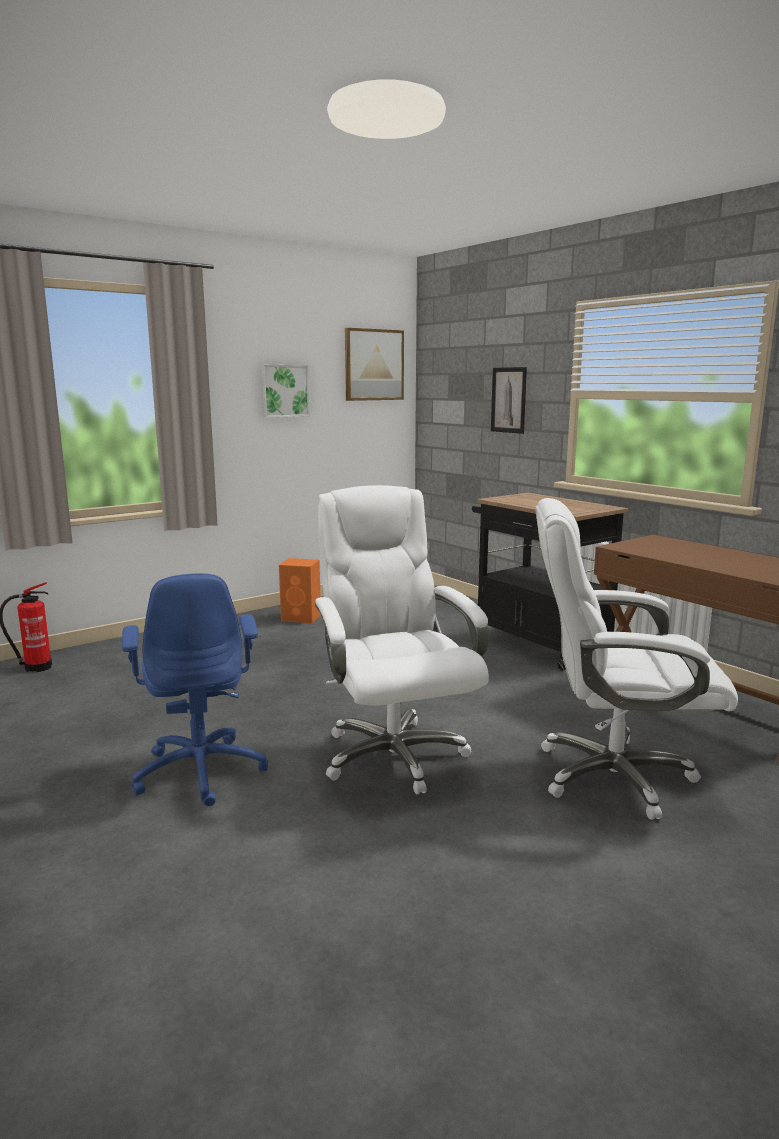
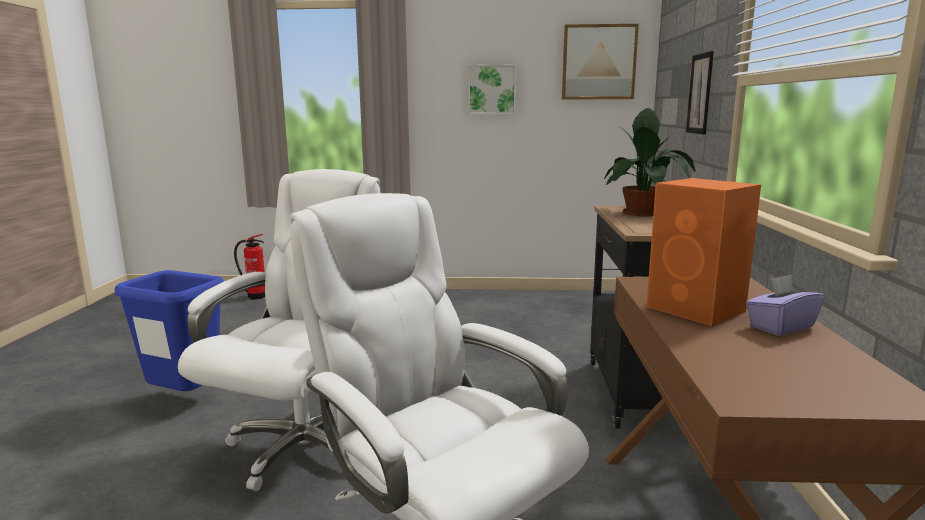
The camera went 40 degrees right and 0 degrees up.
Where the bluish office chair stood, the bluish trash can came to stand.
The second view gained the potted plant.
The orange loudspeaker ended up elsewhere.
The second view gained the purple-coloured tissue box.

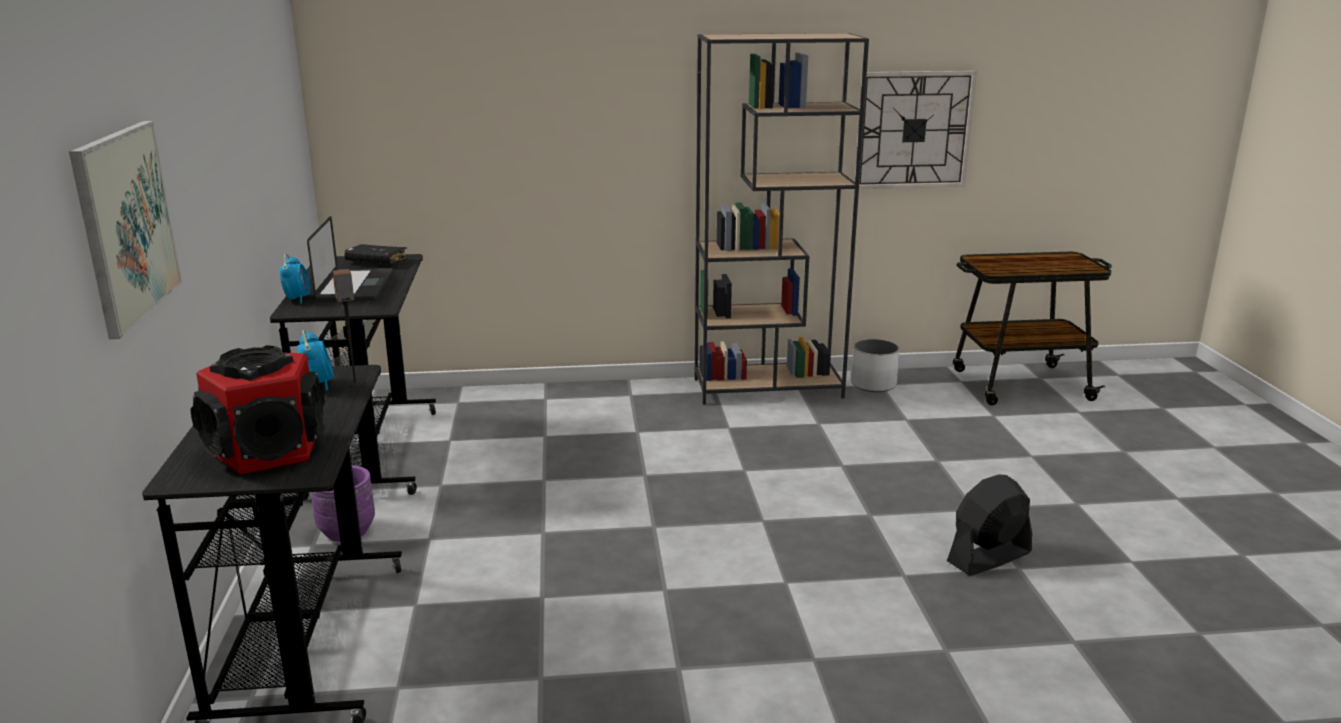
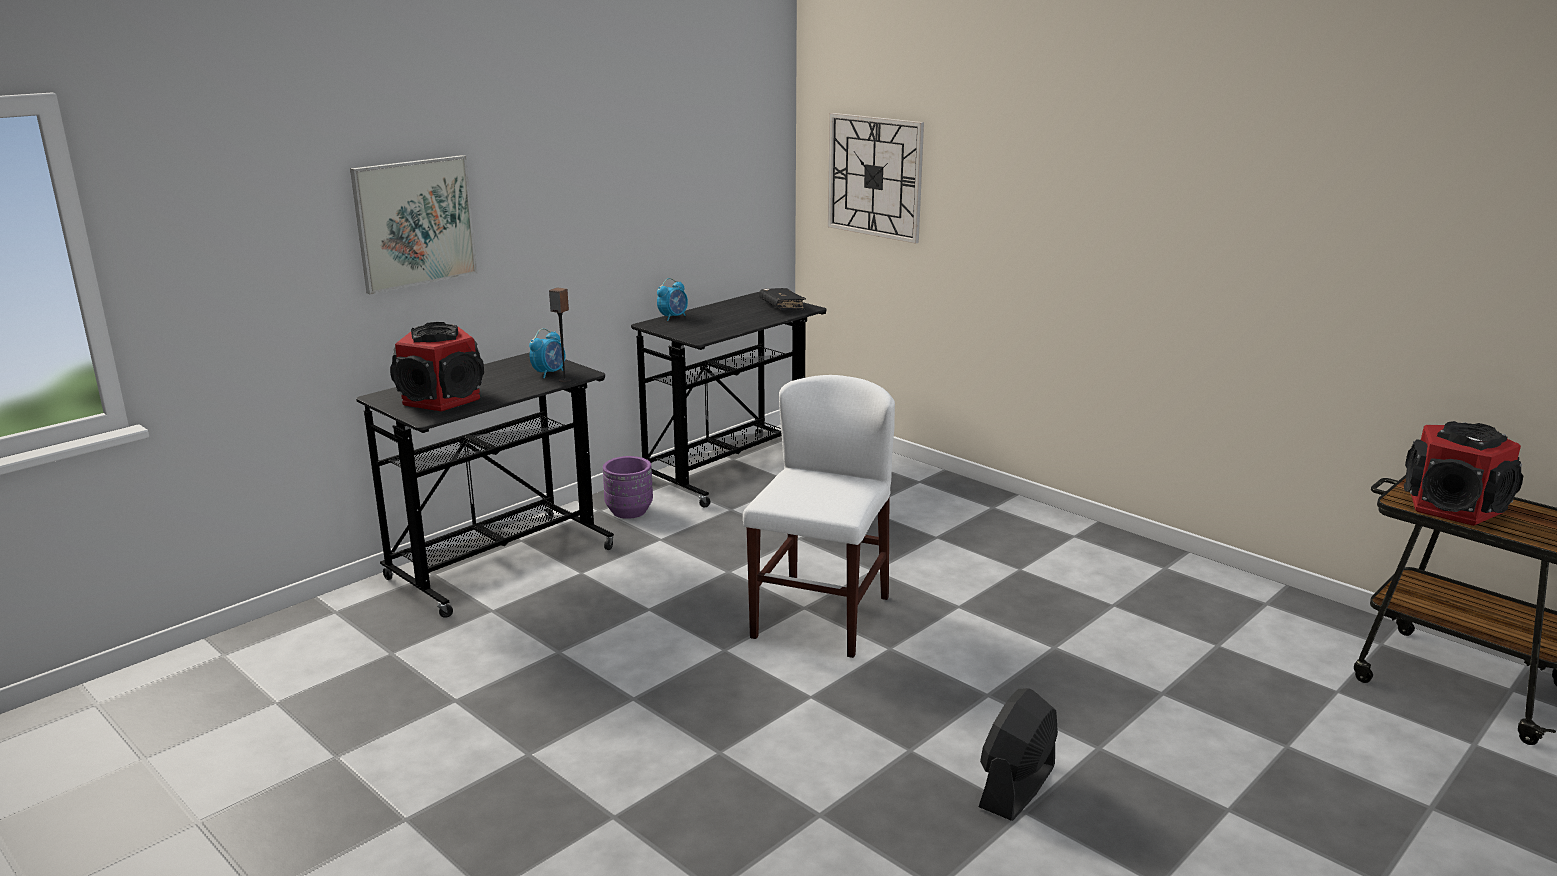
The camera went 50 degrees right and 0 degrees up.
The second view gained the white-coloured plain chair.
The hanging clock ended up elsewhere.
The black electric fan ended up facing another way, 75 degrees counterclockwise from before.
The second view gained the loudspeaker (no. 3 from left).
The second view lost the laptop.
The second view lost the bookshelf.
The second view lost the white-coloured planter.

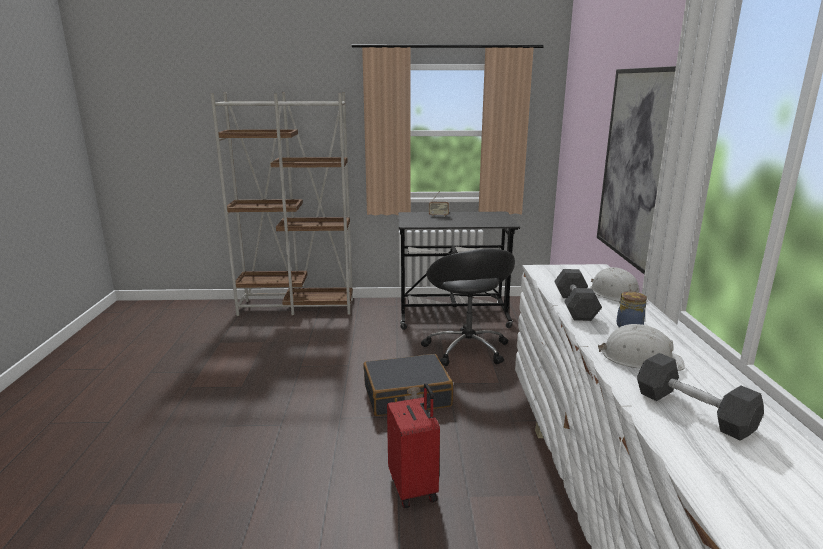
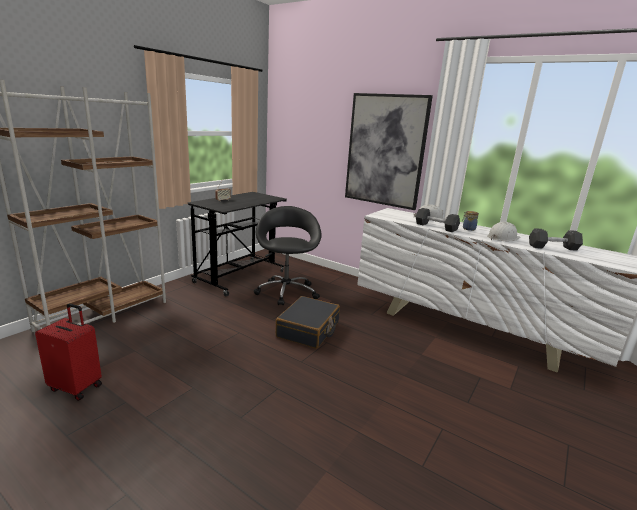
The camera went 55 degrees left and 0 degrees up.
The red-coloured suitcase ended up elsewhere.
The black office chair ended up facing another way, 120 degrees counterclockwise from before.

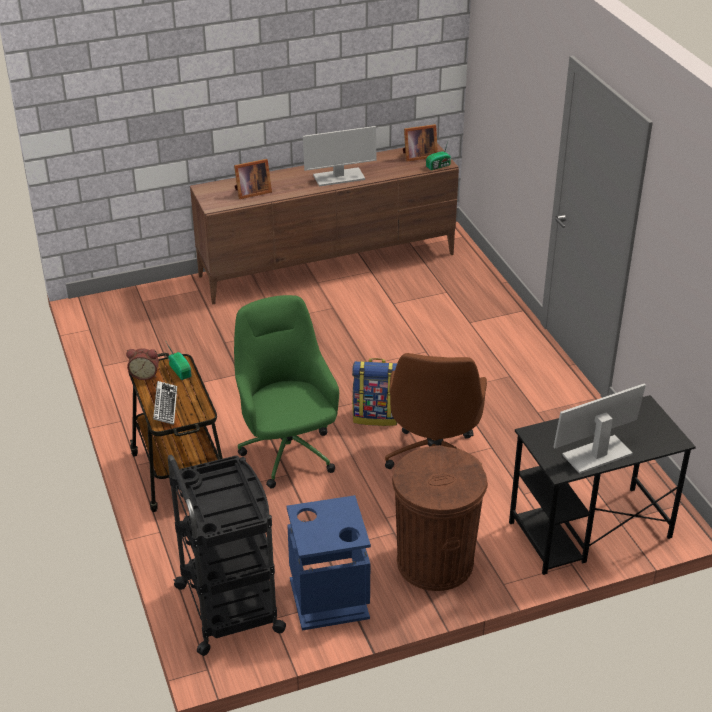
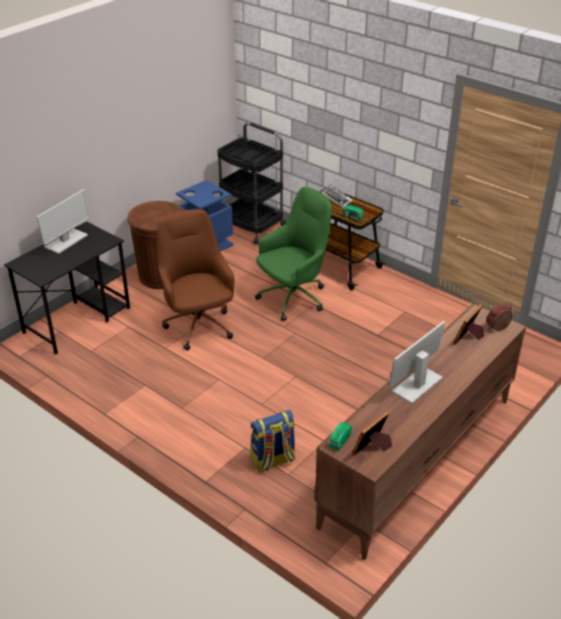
The camera went 150 degrees right and 0 degrees up.
The rucksack ended up elsewhere.
The greenish office chair ended up facing another way, 75 degrees counterclockwise from before.
The table clock ended up elsewhere.

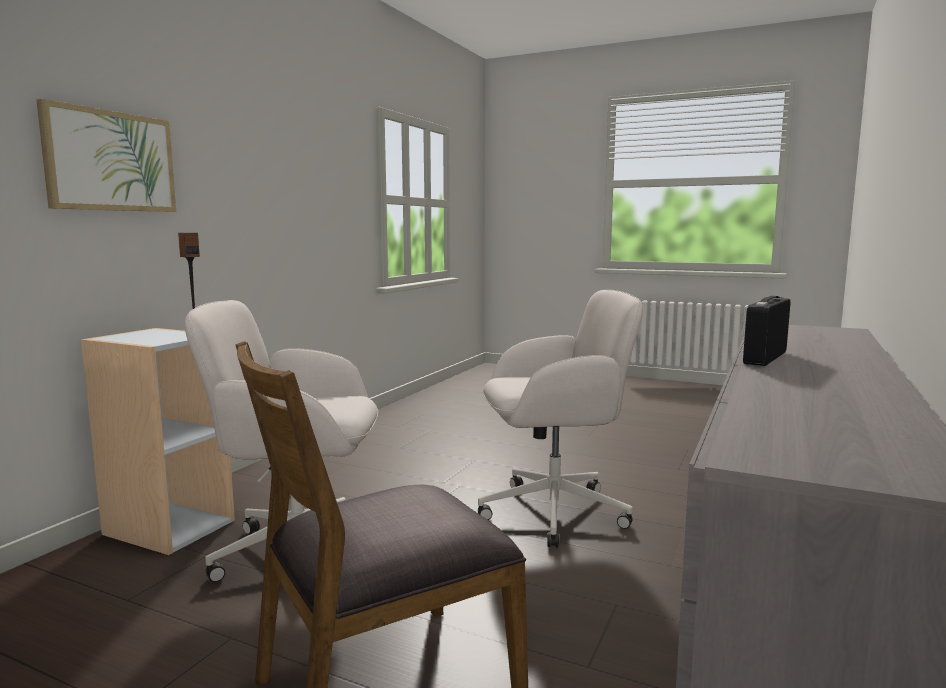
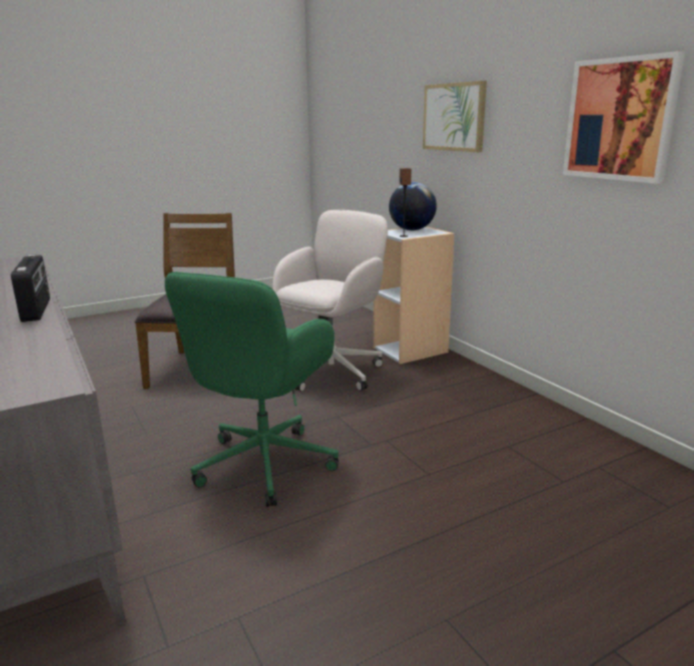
The camera went 125 degrees right and 10 degrees up.
What was the white-coloured office chair (no. 2 from left) turned into the greenish office chair.
The second view gained the world globe.
The second view gained the wall picture (no. 2 from left).

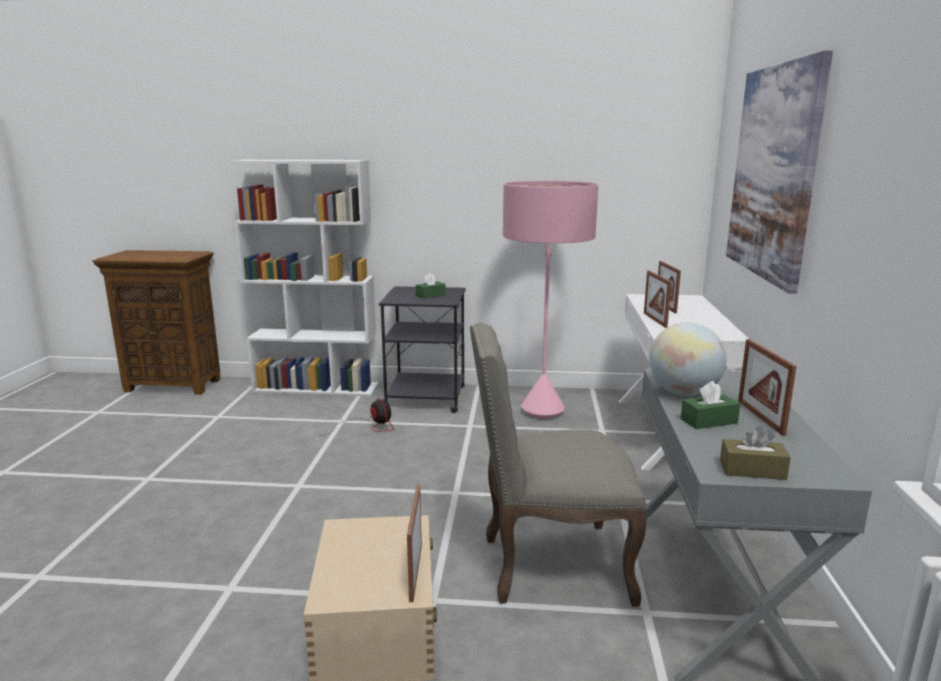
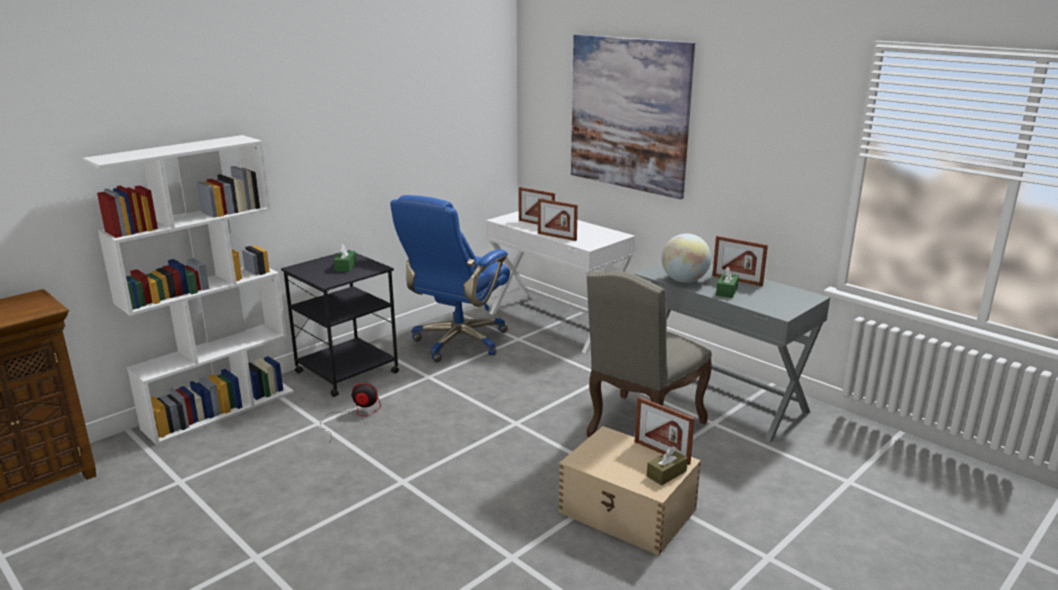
The camera went 50 degrees left and 5 degrees up.
Where the pinkish standard lamp stood, the bluish office chair came to stand.
The brownish tissue box ended up elsewhere.

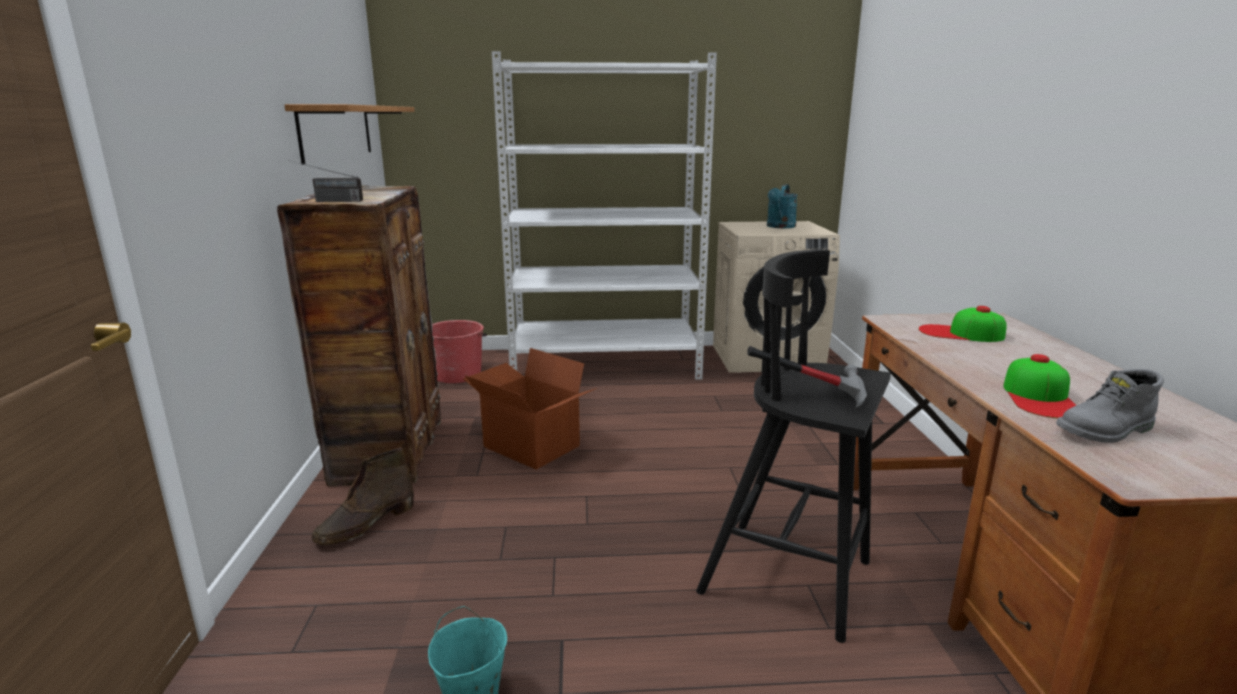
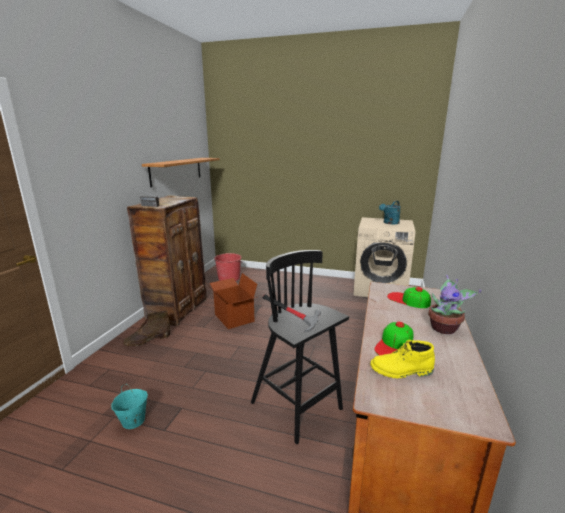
The camera went 20 degrees right and 0 degrees up.
What was the gray boot turned into the yellow boot.
The second view gained the potted plant.
The second view lost the white-coloured bookshelf.

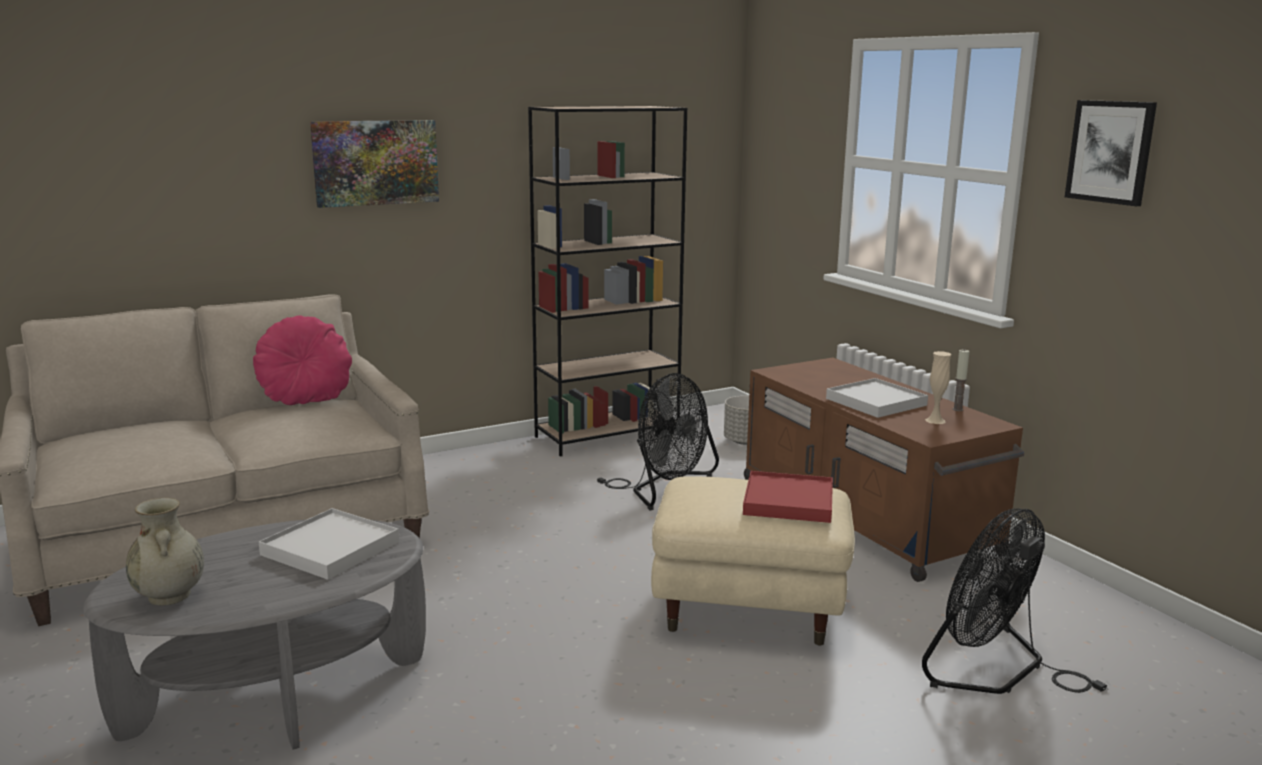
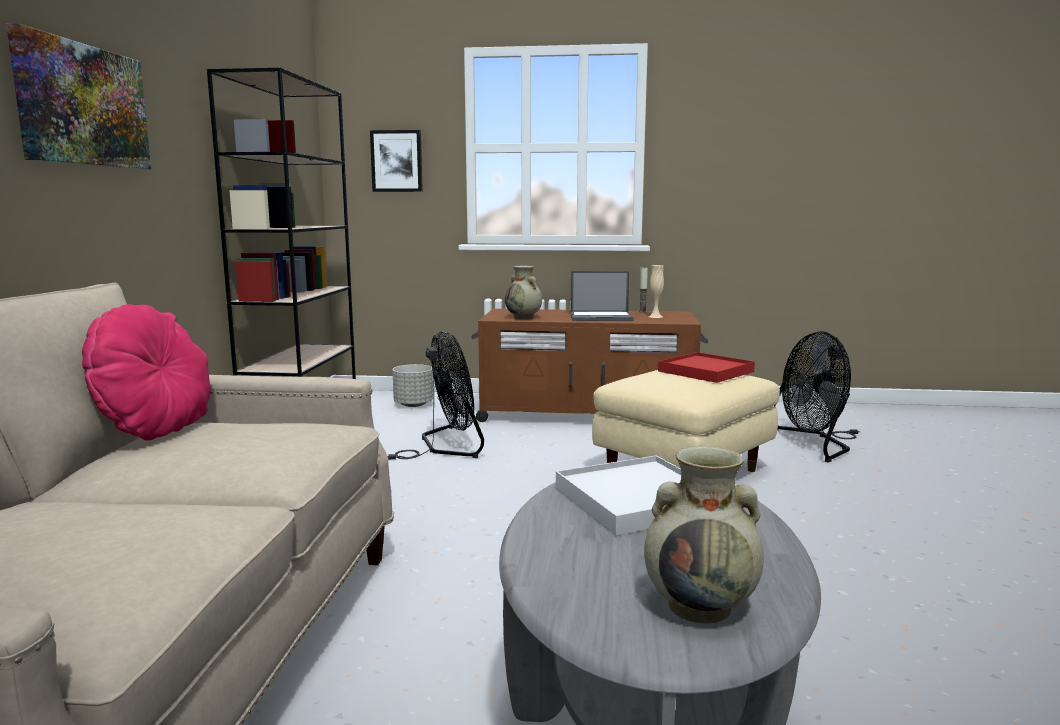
The camera went 55 degrees left and 5 degrees down.
The wall picture (no. 2 from left) ended up elsewhere.
The second view gained the beige-coloured vase (no. 1 from left).
Where the white-coloured serving tray (no. 2 from left) stood, the laptop came to stand.

